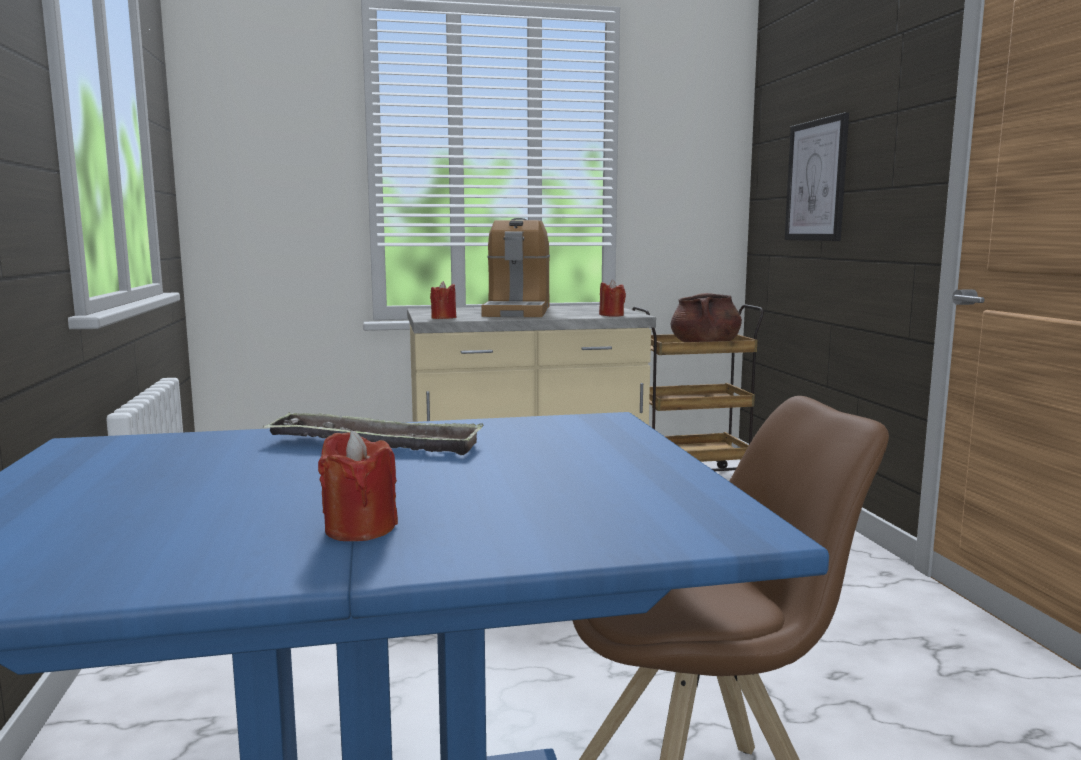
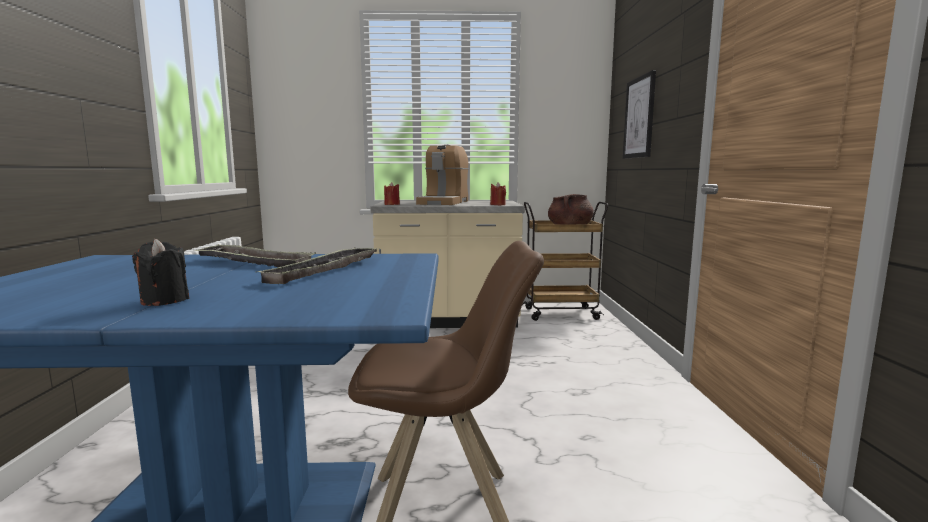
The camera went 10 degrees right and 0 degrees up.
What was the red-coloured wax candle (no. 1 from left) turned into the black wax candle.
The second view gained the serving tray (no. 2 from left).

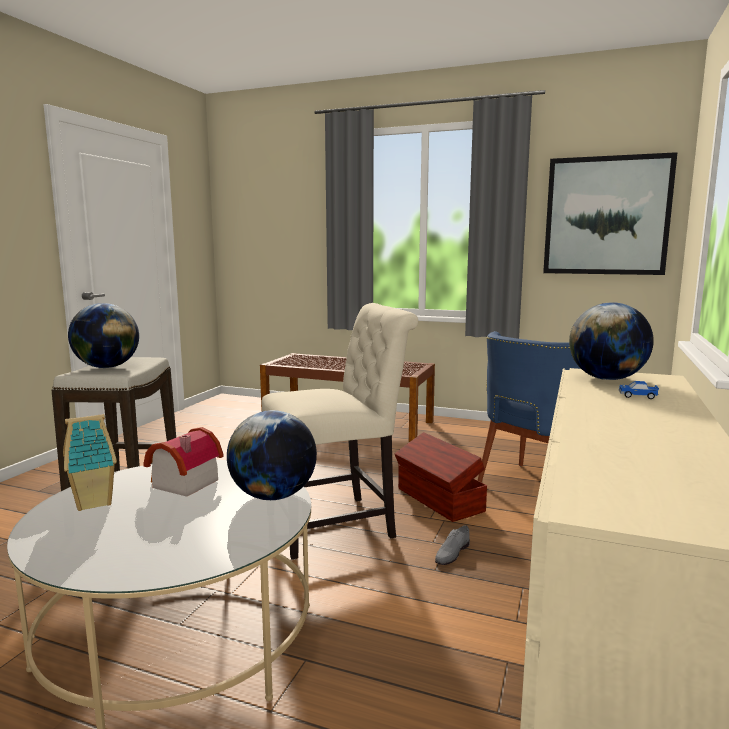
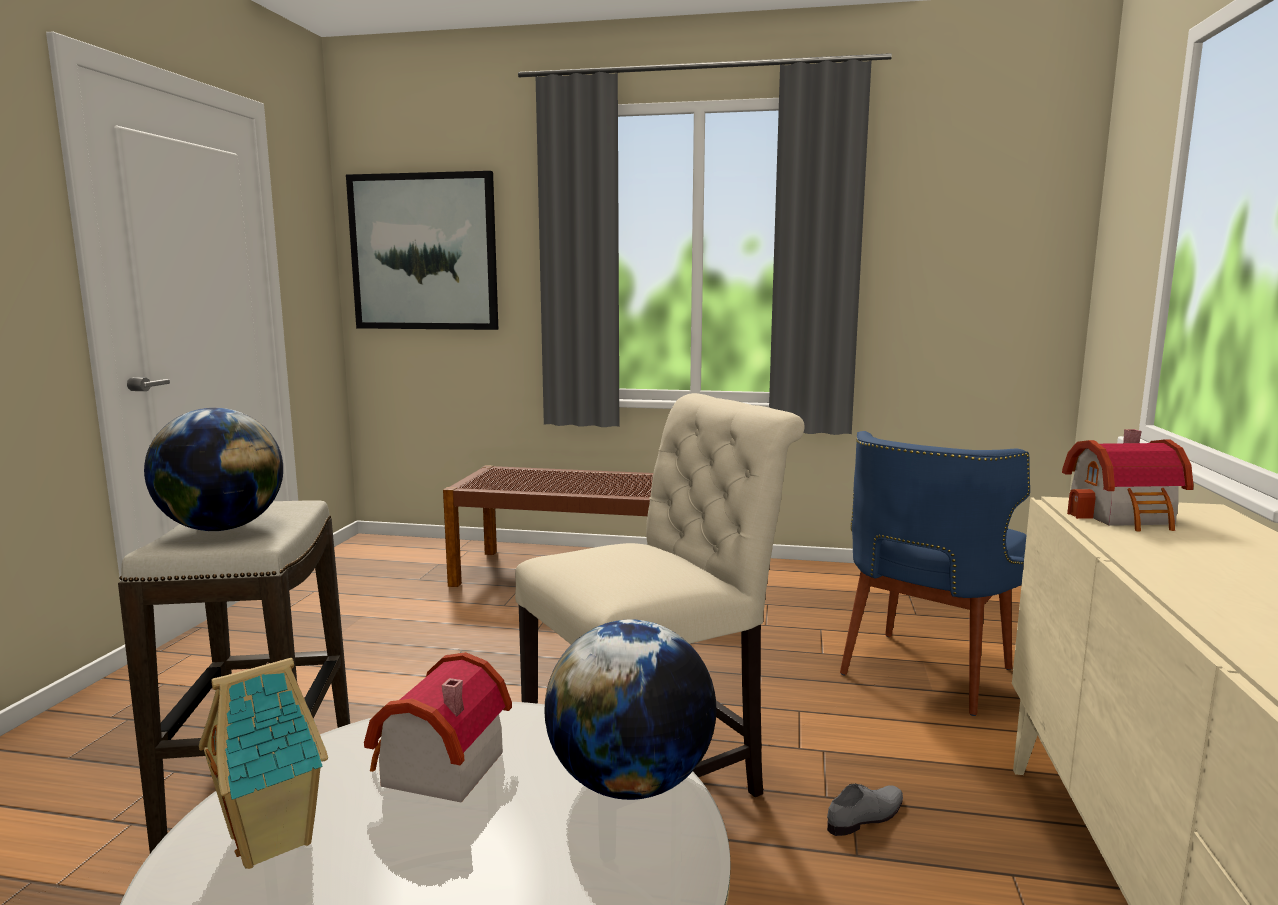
The camera went 10 degrees left and 0 degrees up.
The wall picture ended up elsewhere.
The gray item of footwear ended up facing another way, 150 degrees counterclockwise from before.
Where the world globe (no. 3 from left) stood, the toy house (no. 3 from left) came to stand.
The second view lost the brownish storage bin.
The second view lost the toy car.

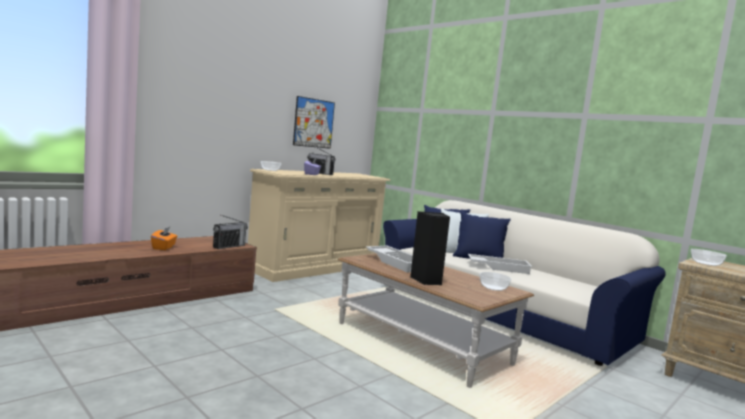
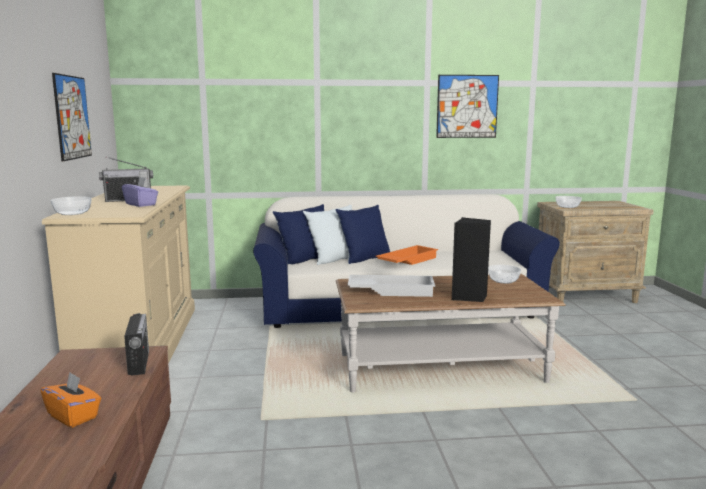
The camera went 50 degrees left and 5 degrees up.
What was the white-coloured serving tray (no. 2 from left) turned into the orange serving tray.
The second view gained the wall picture (no. 2 from left).

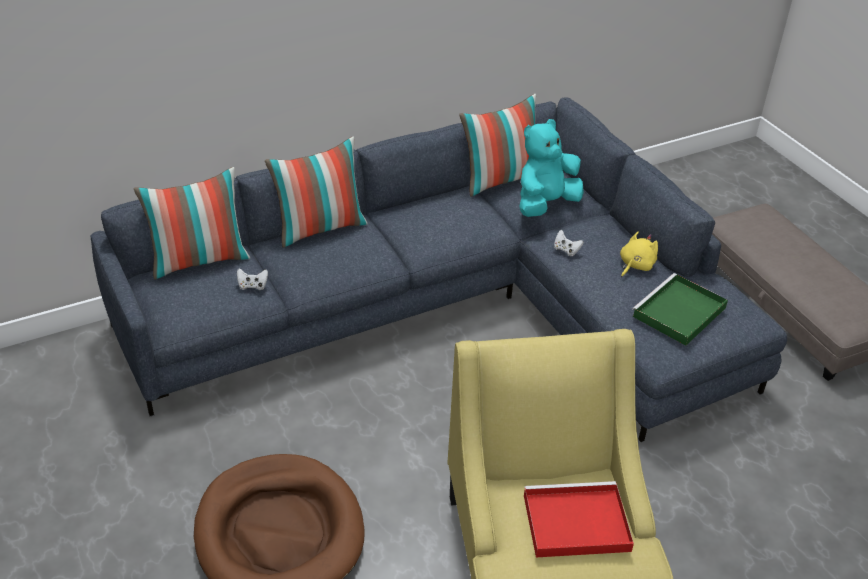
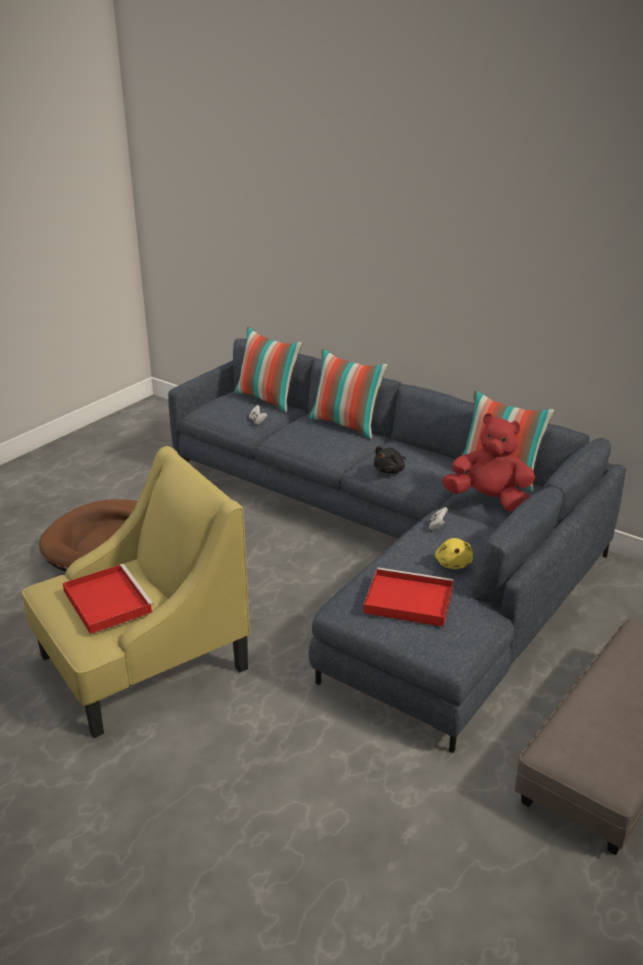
The camera went 65 degrees right and 10 degrees down.
What was the greenish serving tray turned into the red-coloured serving tray (no. 2 from left).
The second view gained the black soft toy.
The yellow soft toy ended up facing another way, 75 degrees clockwise from before.
What was the turquoise soft toy turned into the red-coloured soft toy.

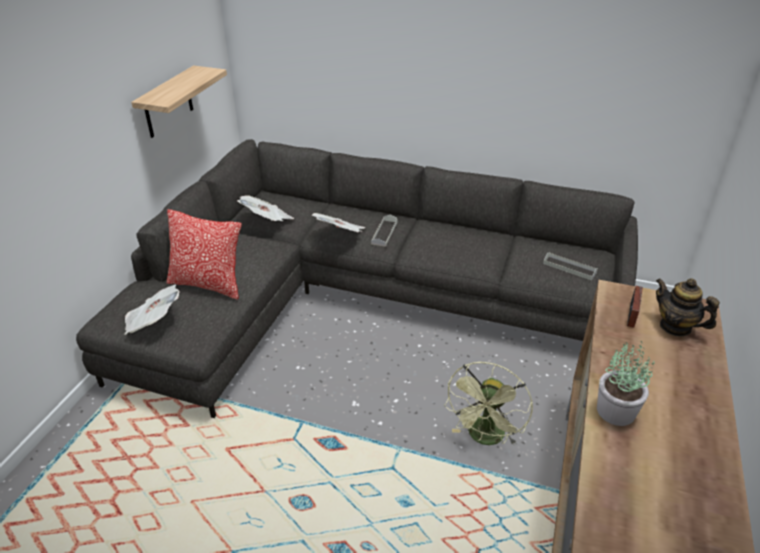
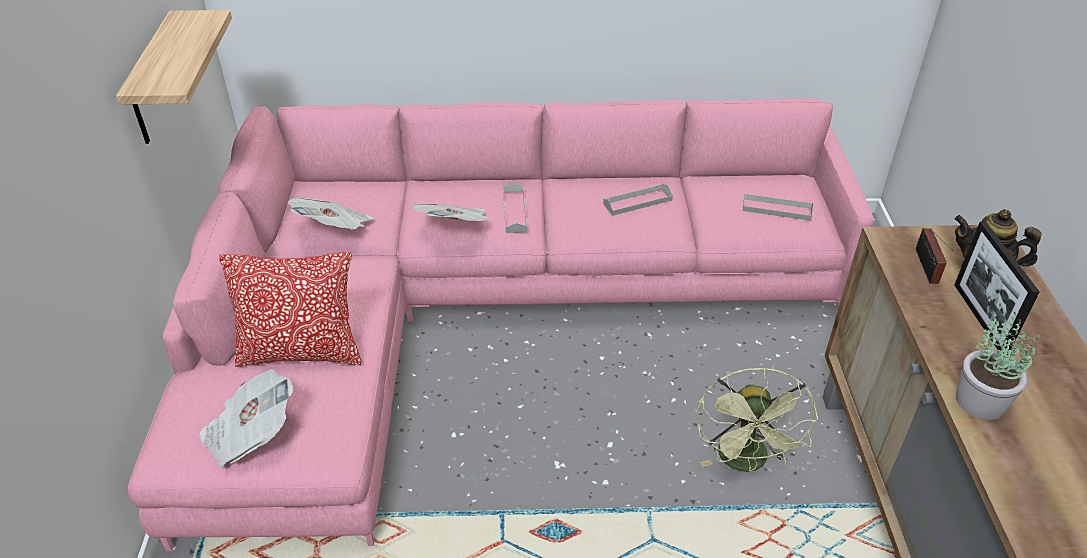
The camera went 20 degrees left and 5 degrees up.
What was the gray settee turned into the pinkish settee.
The second view gained the gray serving tray (no. 2 from left).
The second view gained the picture frame.

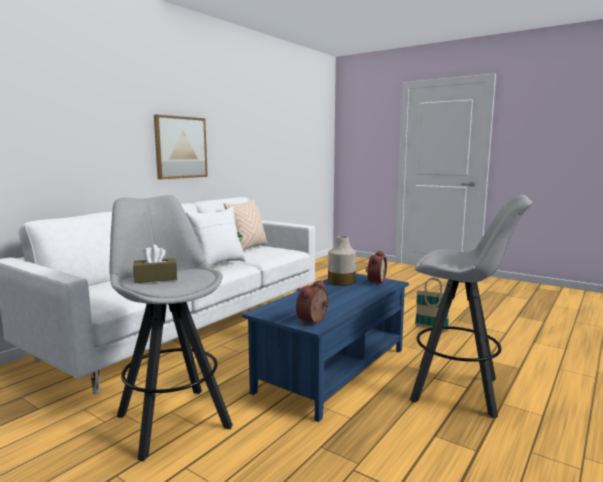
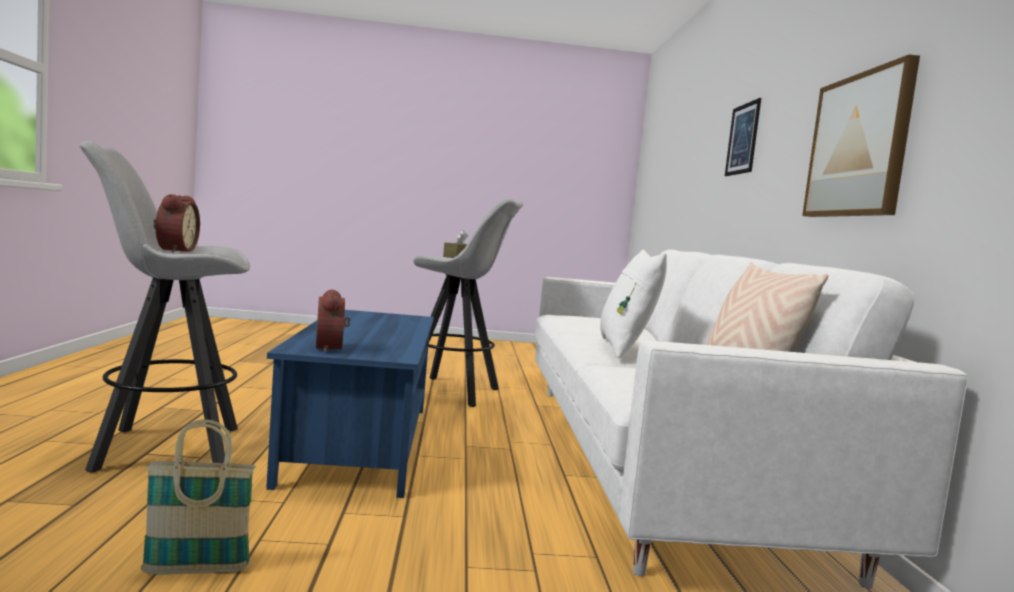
The camera went 140 degrees right and 5 degrees down.
The table clock (no. 1 from left) ended up elsewhere.
The second view gained the wall picture (no. 1 from left).
The second view lost the beige-coloured vase.

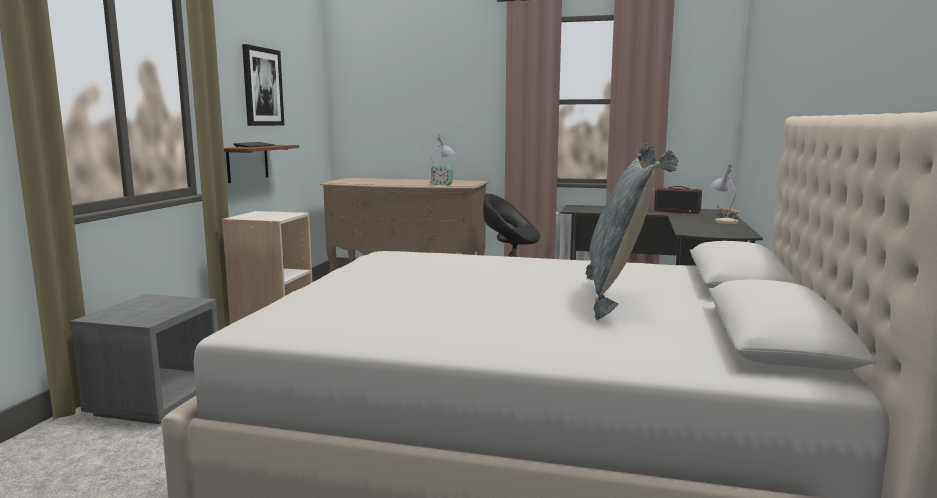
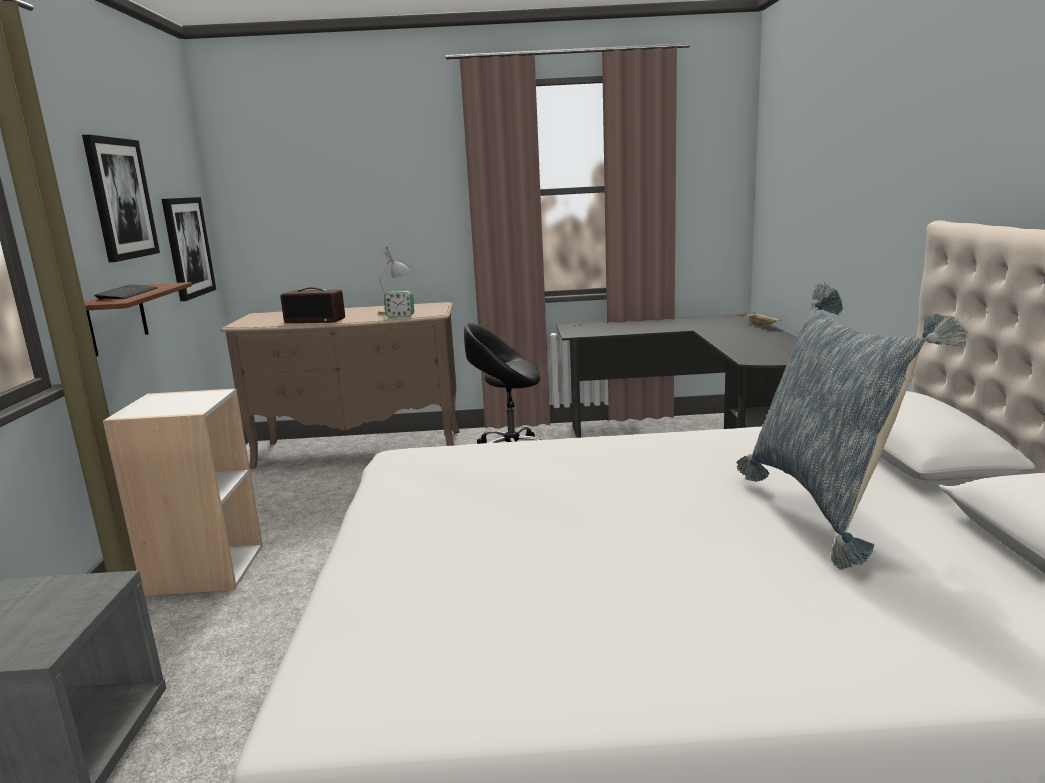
The camera went 15 degrees left and 5 degrees up.
The second view gained the wall picture (no. 2 from left).
The radio set ended up elsewhere.
The second view lost the lamp for a table (no. 2 from left).

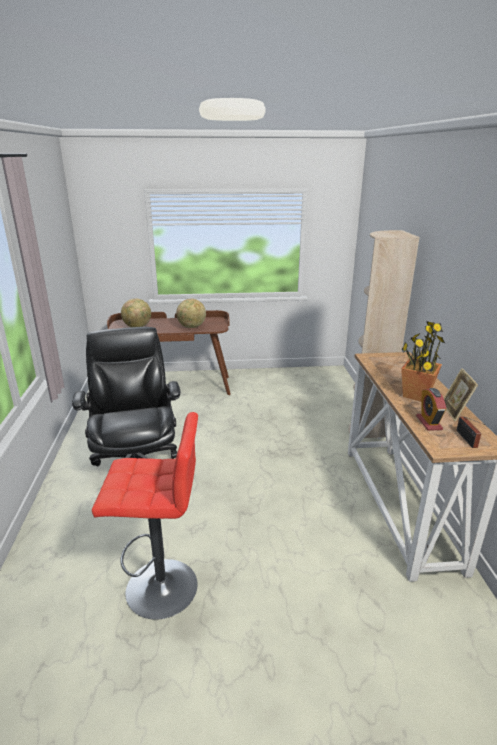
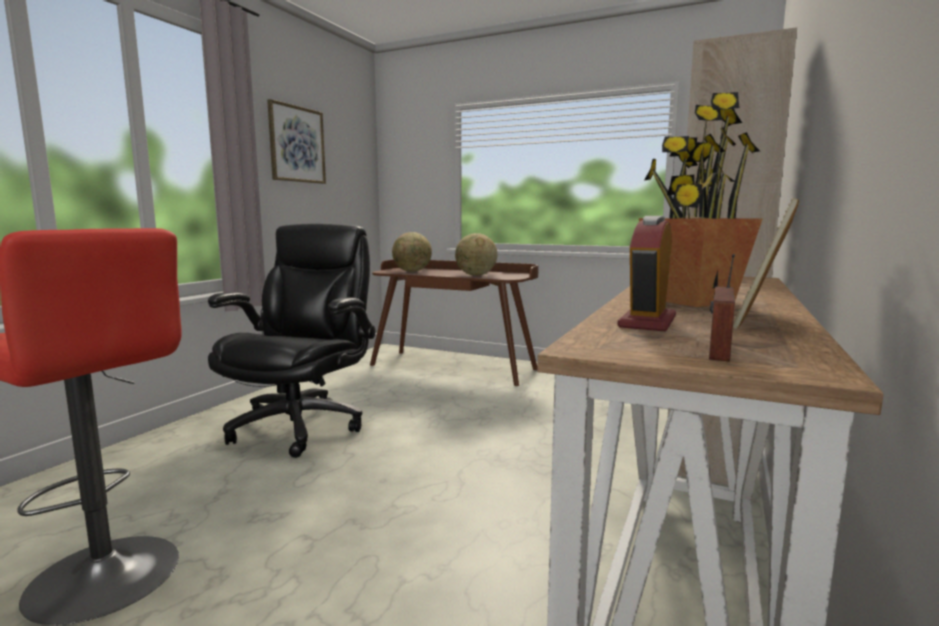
The camera went 30 degrees right and 15 degrees down.
The second view gained the wall picture.

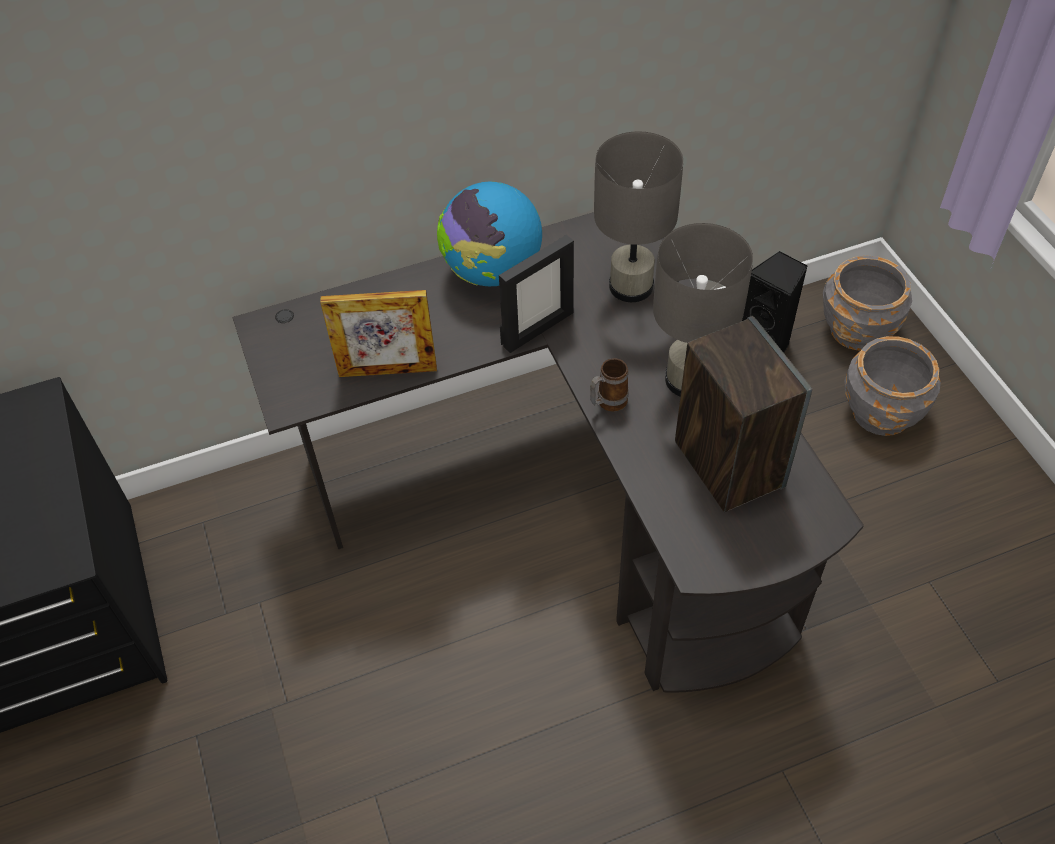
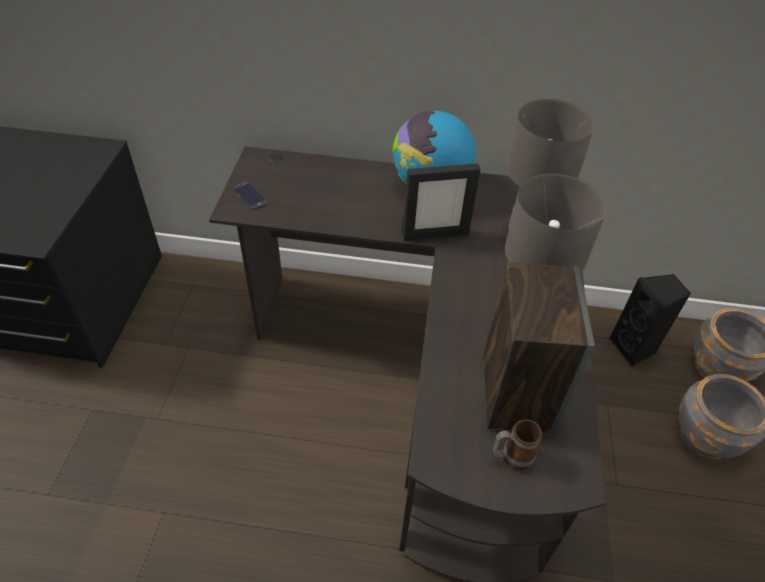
The camera went 25 degrees right and 5 degrees down.
The second view gained the telephone.
The coffee mug ended up elsewhere.
The second view lost the picture frame (no. 1 from left).

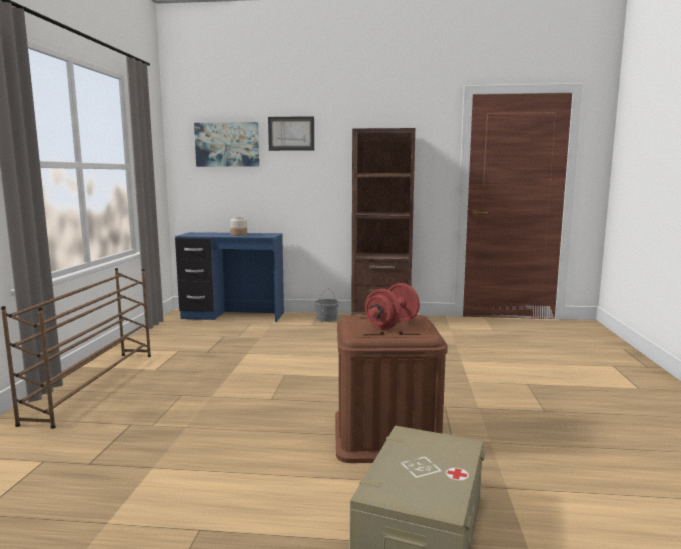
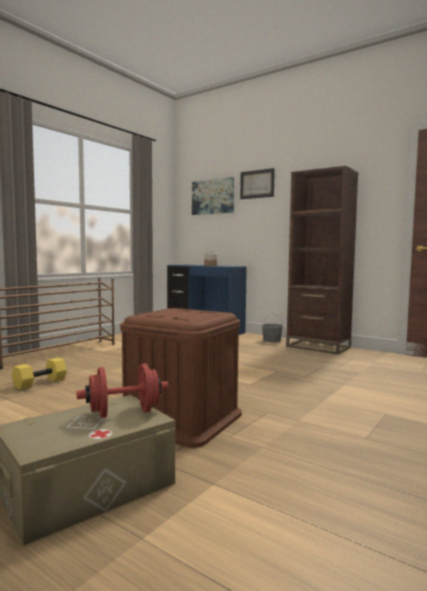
The camera went 30 degrees right and 5 degrees down.
The second view gained the yellow dumbbell.
The red-coloured dumbbell ended up elsewhere.

